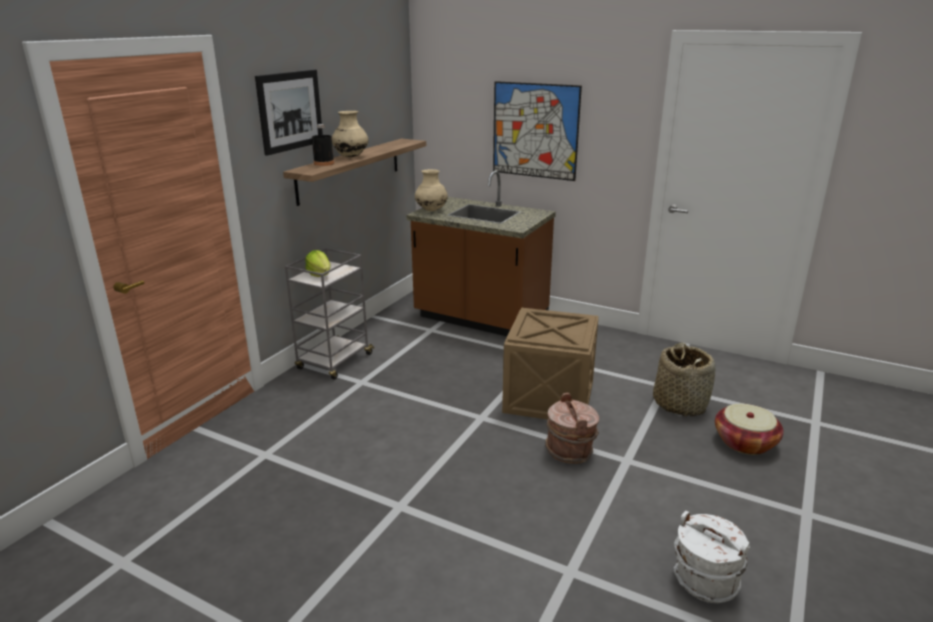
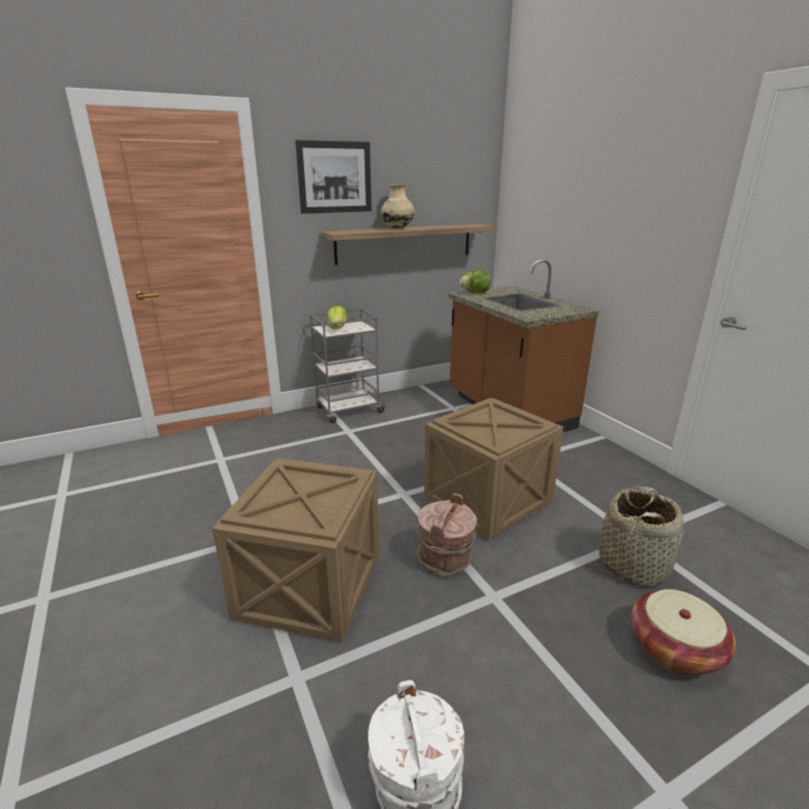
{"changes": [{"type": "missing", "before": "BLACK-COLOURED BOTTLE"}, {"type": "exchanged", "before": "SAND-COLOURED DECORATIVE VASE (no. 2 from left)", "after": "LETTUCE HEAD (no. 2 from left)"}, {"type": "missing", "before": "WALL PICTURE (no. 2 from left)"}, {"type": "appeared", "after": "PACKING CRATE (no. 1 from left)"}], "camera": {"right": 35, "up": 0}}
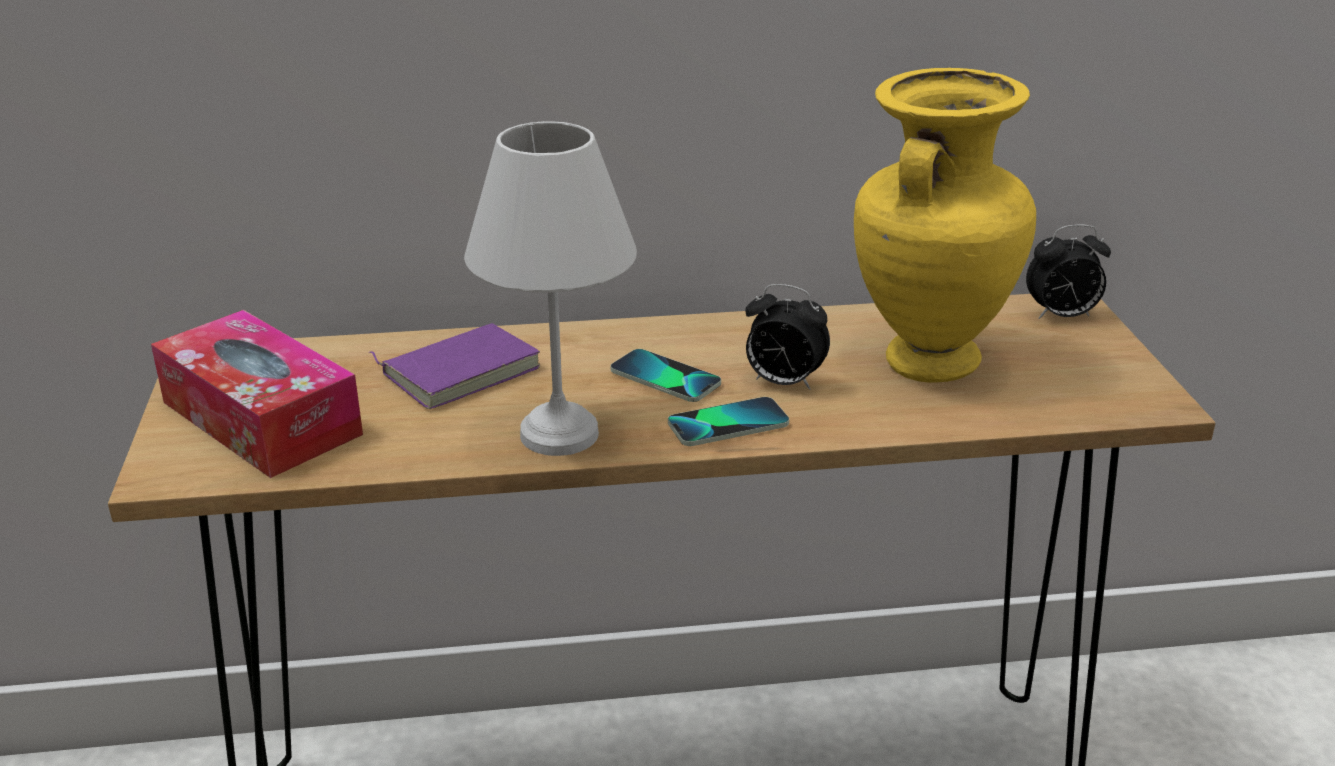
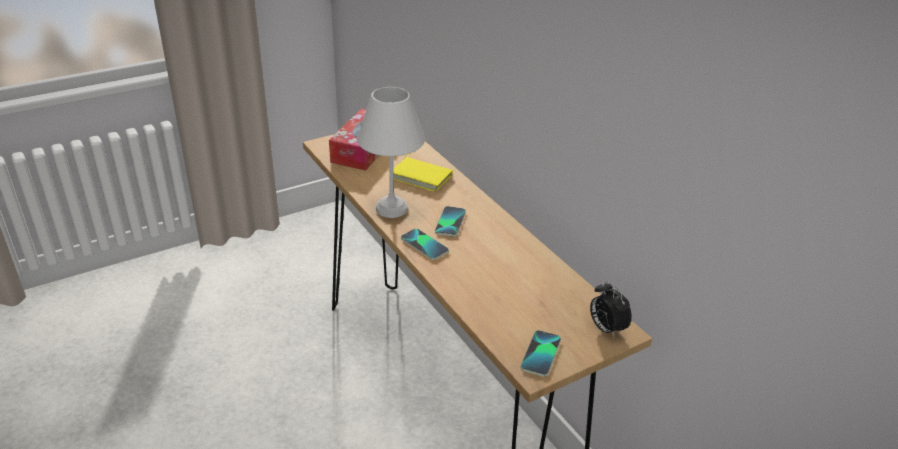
{"changes": [{"type": "colour", "before": "PURPLE-COLOURED BOOK", "after": "YELLOW BOOK"}, {"type": "missing", "before": "BEDSIDE CLOCK (no. 1 from left)"}, {"type": "missing", "before": "YELLOW DECORATIVE VASE"}, {"type": "appeared", "after": "HANDSET (no. 3 from left)"}], "camera": {"right": 65, "up": 5}}
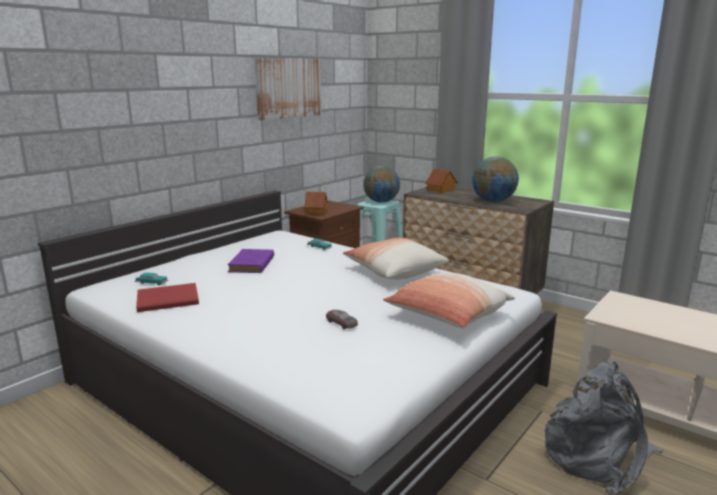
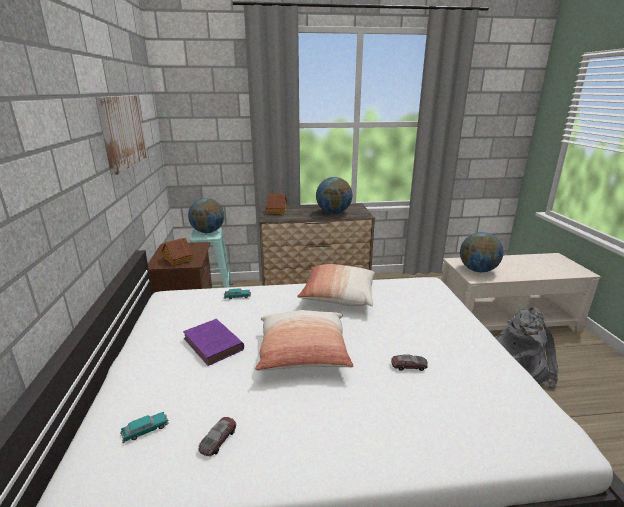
{"changes": [{"type": "exchanged", "before": "RED BOOK", "after": "TOY CAR (no. 2 from left)"}, {"type": "relocated", "before": "THROW PILLOW (no. 2 from left in the first image)", "after": "THROW PILLOW (no. 1 from left)"}, {"type": "appeared", "after": "WORLD GLOBE (no. 3 from left)"}], "camera": {"right": -45, "up": 5}}
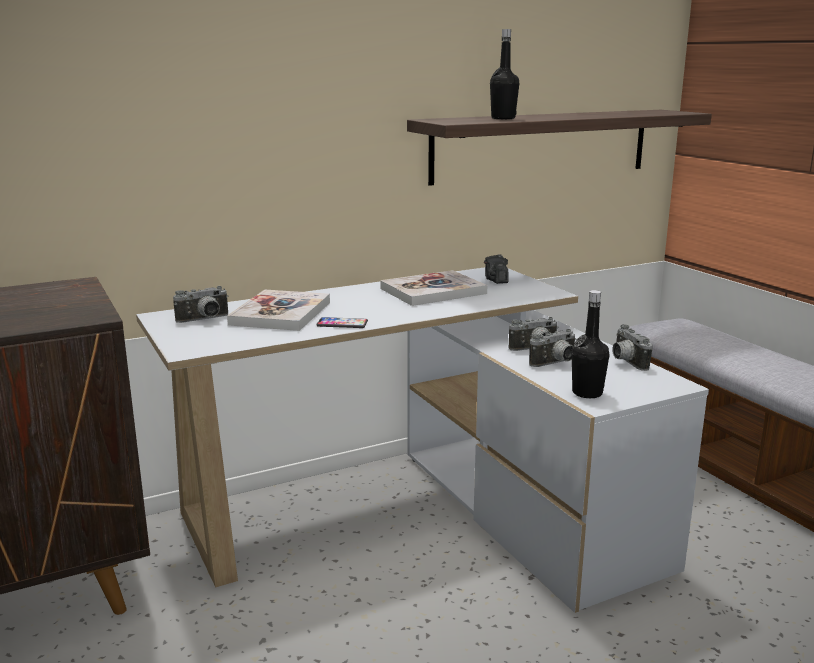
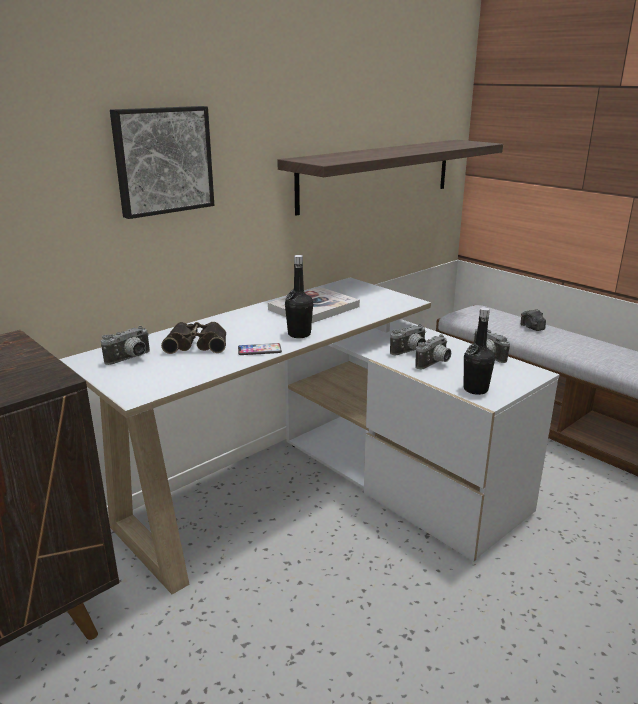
{"changes": [{"type": "exchanged", "before": "BOOK (no. 1 from left)", "after": "PAIR OF BINOCULARS"}, {"type": "relocated", "before": "STILL CAMERA (no. 2 from left in the first image)", "after": "STILL CAMERA (no. 5 from left)"}, {"type": "relocated", "before": "BLACK-COLOURED BOTTLE (no. 1 from left)"}, {"type": "appeared", "after": "WALL PICTURE"}], "camera": {"right": -15, "up": 5}}
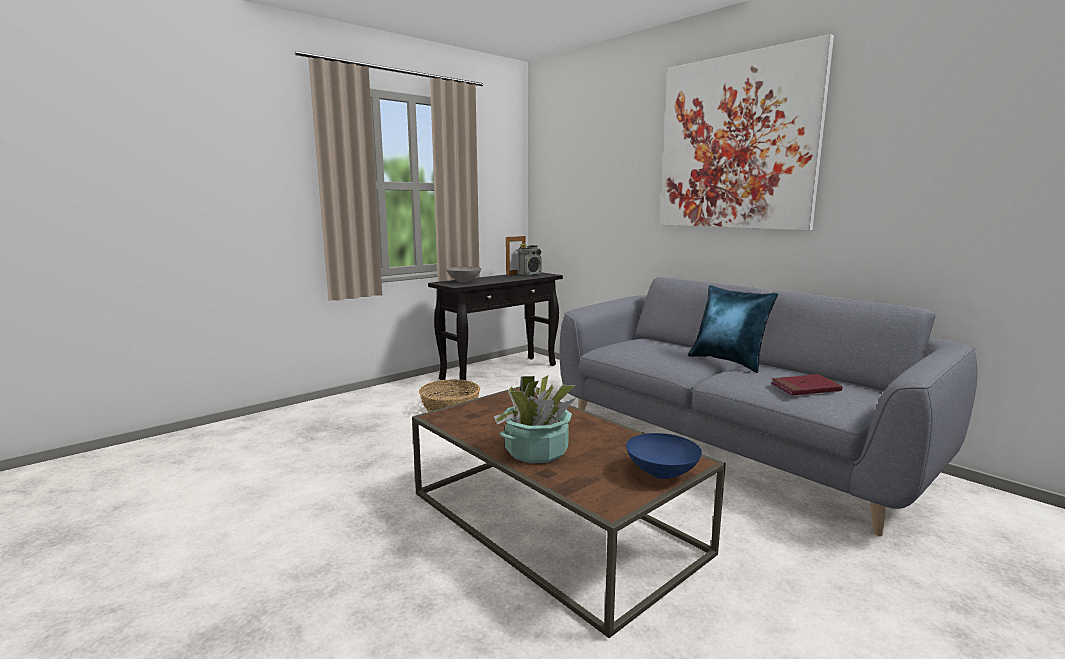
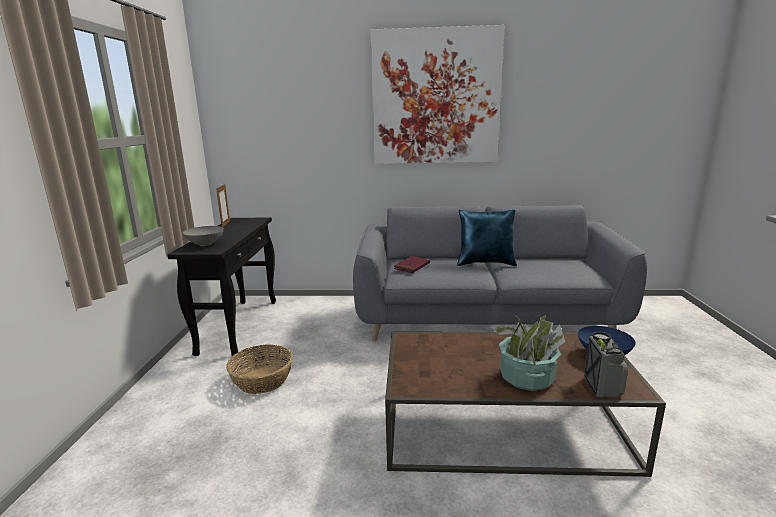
{"changes": [{"type": "relocated", "before": "RADIO"}, {"type": "relocated", "before": "RED BOOK"}], "camera": {"right": -45, "up": 5}}
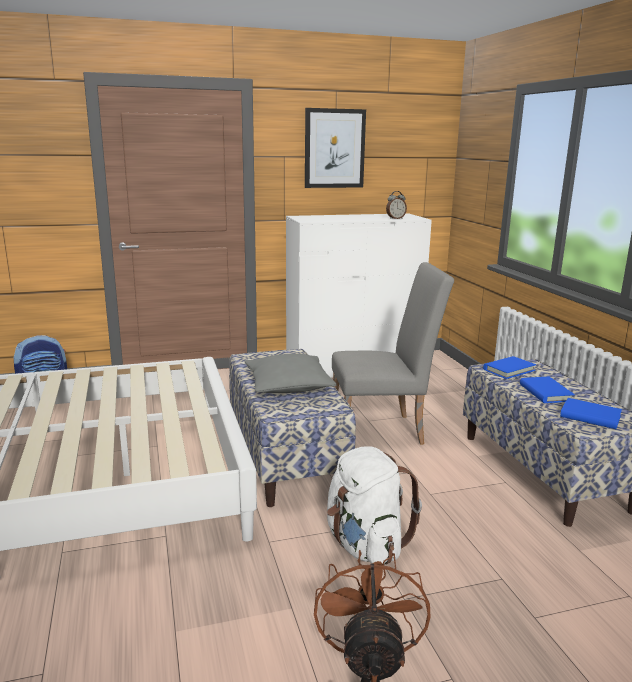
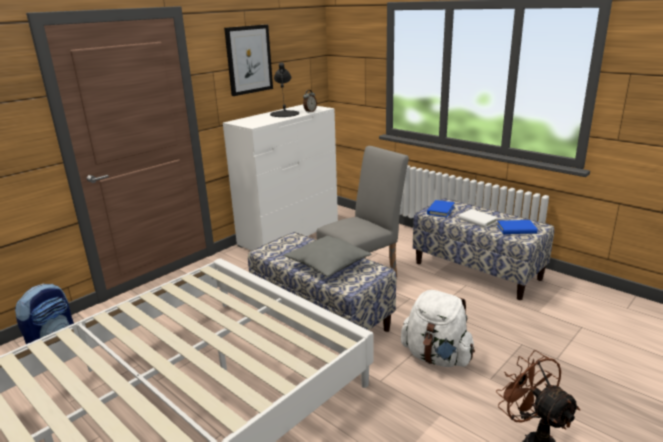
{"changes": [{"type": "colour", "before": "BLUISH BOOK (no. 2 from left)", "after": "WHITISH BOOK"}, {"type": "appeared", "after": "BLACK-COLOURED TABLETOP LAMP"}], "camera": {"right": -30, "up": 5}}
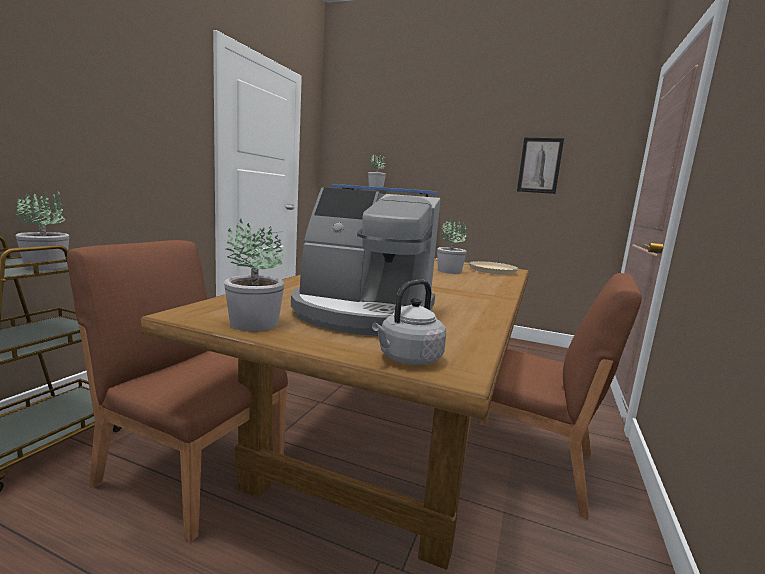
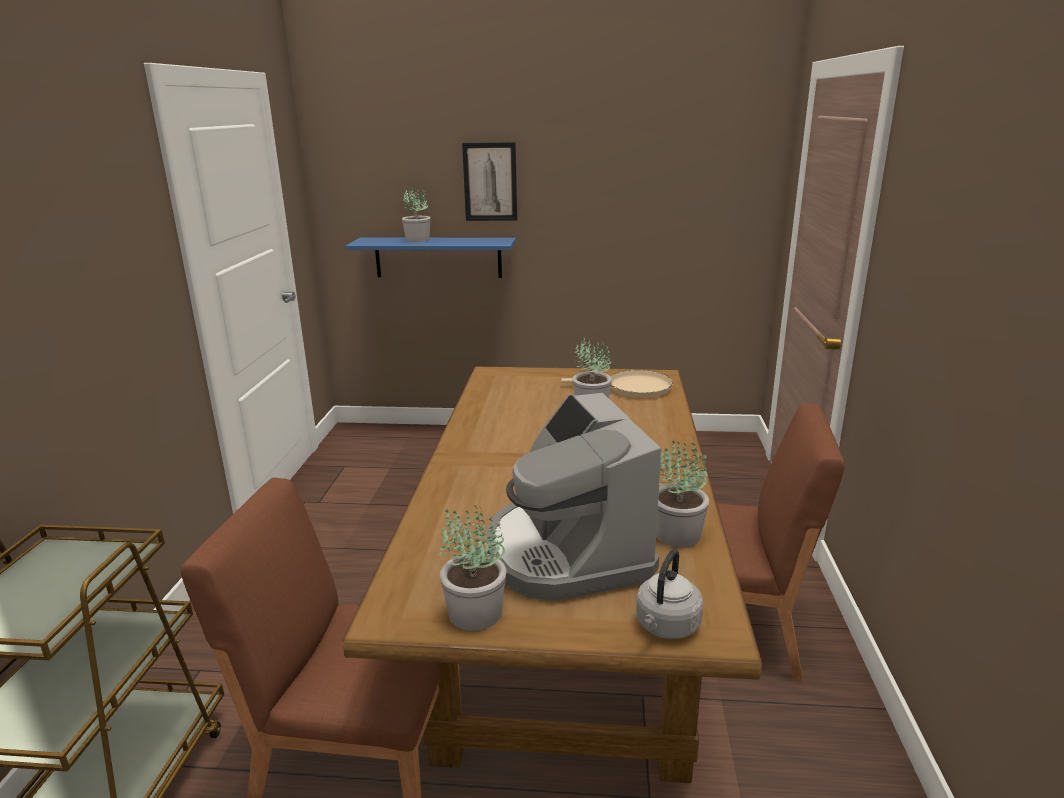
{"changes": [{"type": "relocated", "before": "PLANT IN A POT (no. 1 from left in the first image)", "after": "PLANT IN A POT (no. 4 from left)"}, {"type": "spun", "before": "COFFEE MACHINE", "turn": 75}, {"type": "relocated", "before": "WALL PICTURE"}], "camera": {"right": -15, "up": 10}}
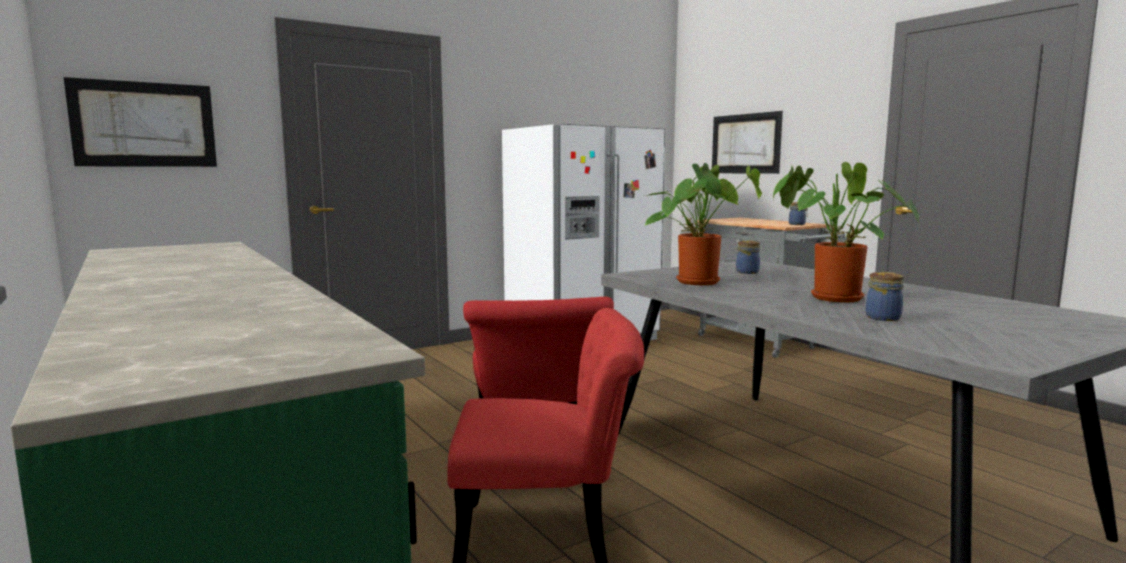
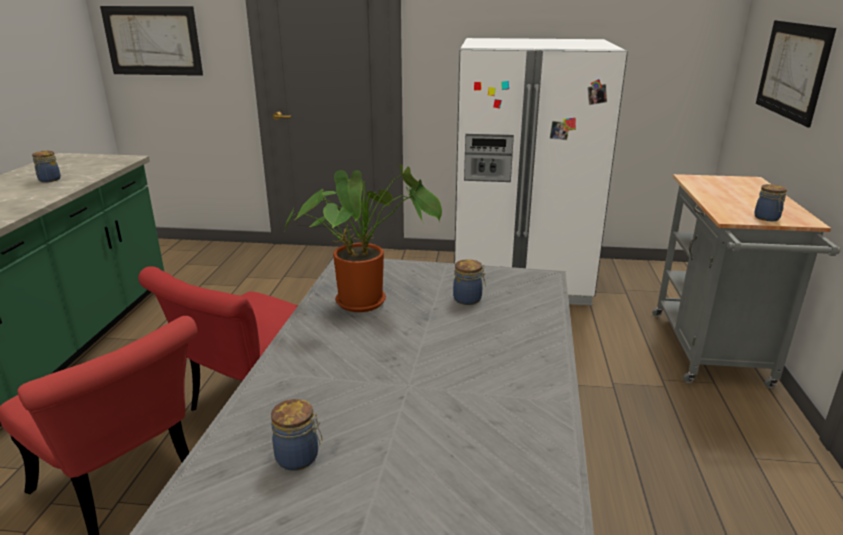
{"changes": [{"type": "missing", "before": "PLANT IN A POT (no. 2 from left)"}, {"type": "appeared", "after": "PRESERVE JAR (no. 1 from left)"}], "camera": {"right": 40, "up": 15}}
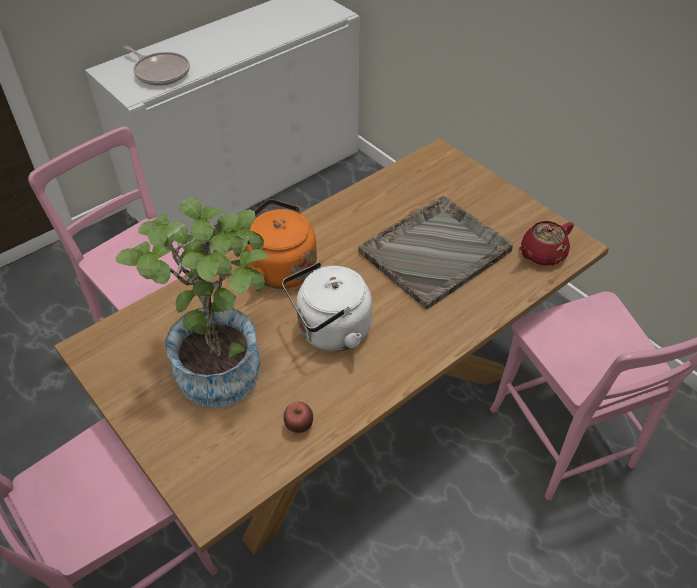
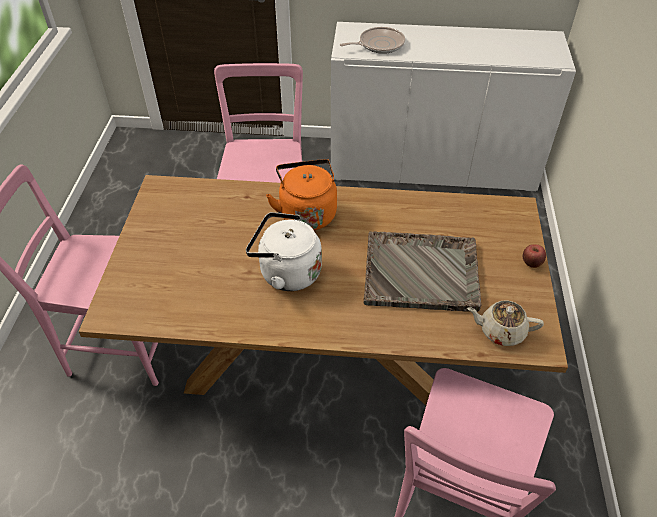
{"changes": [{"type": "missing", "before": "PLANT IN A POT"}, {"type": "spun", "before": "SKILLET", "turn": -105}, {"type": "relocated", "before": "WHOLE APPLE"}, {"type": "colour", "before": "RED TEAPOT", "after": "SAND-COLOURED TEAPOT"}], "camera": {"right": 45, "up": 0}}
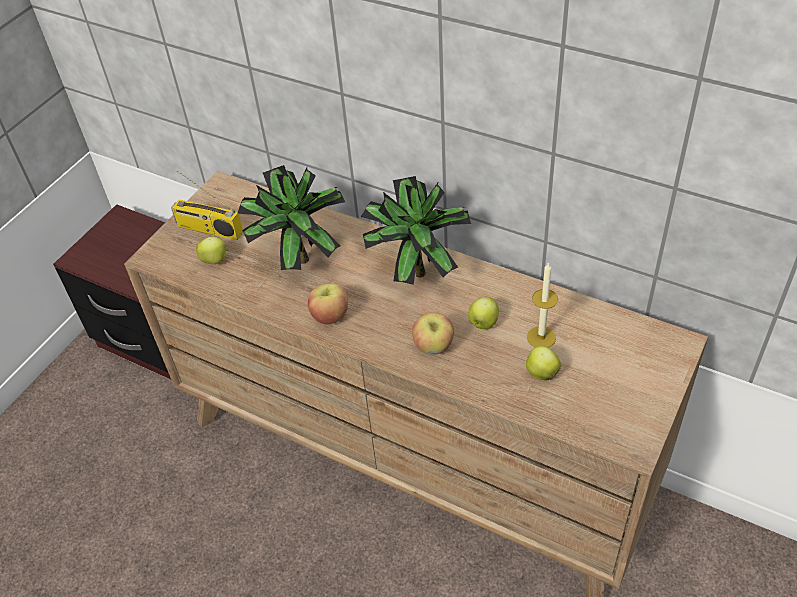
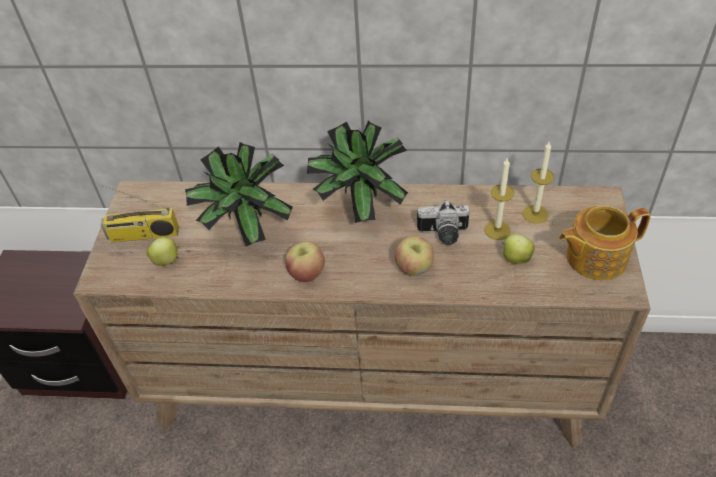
{"changes": [{"type": "exchanged", "before": "WHOLE APPLE (no. 4 from left)", "after": "STILL CAMERA"}, {"type": "appeared", "after": "WAX CANDLE (no. 2 from left)"}, {"type": "appeared", "after": "TEAPOT"}], "camera": {"right": -25, "up": 0}}
